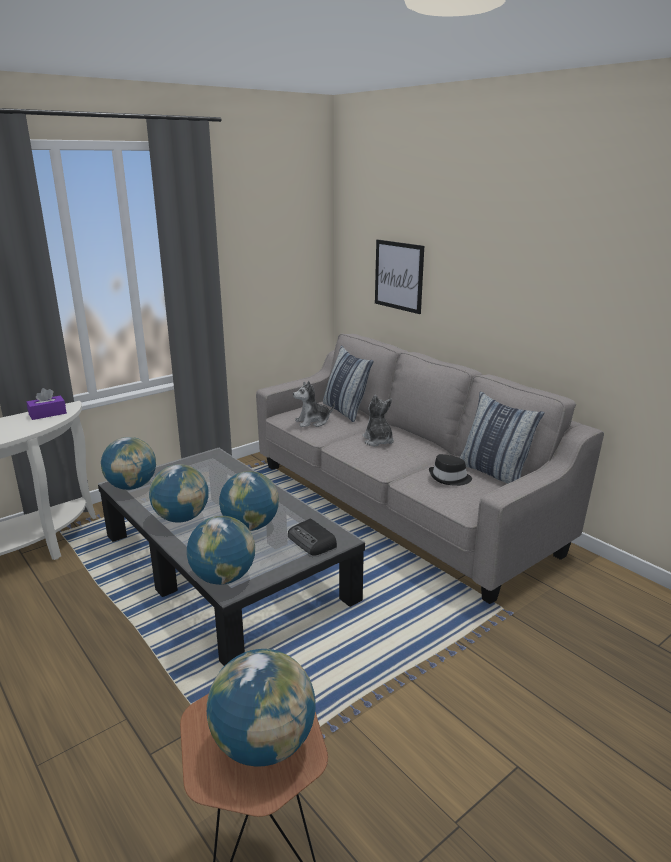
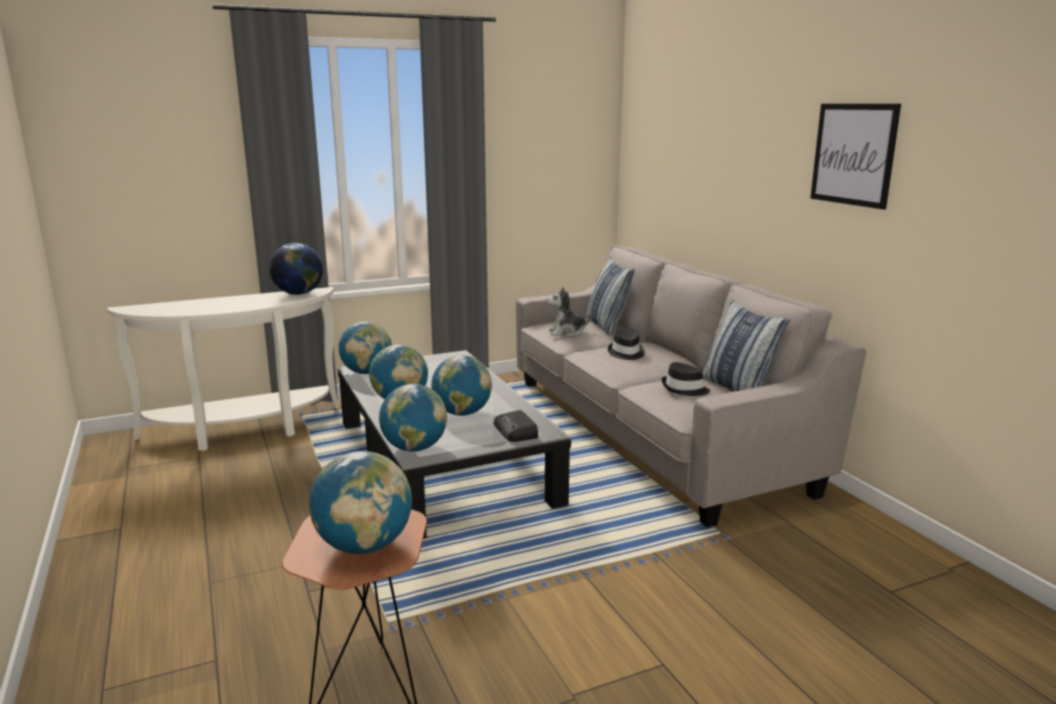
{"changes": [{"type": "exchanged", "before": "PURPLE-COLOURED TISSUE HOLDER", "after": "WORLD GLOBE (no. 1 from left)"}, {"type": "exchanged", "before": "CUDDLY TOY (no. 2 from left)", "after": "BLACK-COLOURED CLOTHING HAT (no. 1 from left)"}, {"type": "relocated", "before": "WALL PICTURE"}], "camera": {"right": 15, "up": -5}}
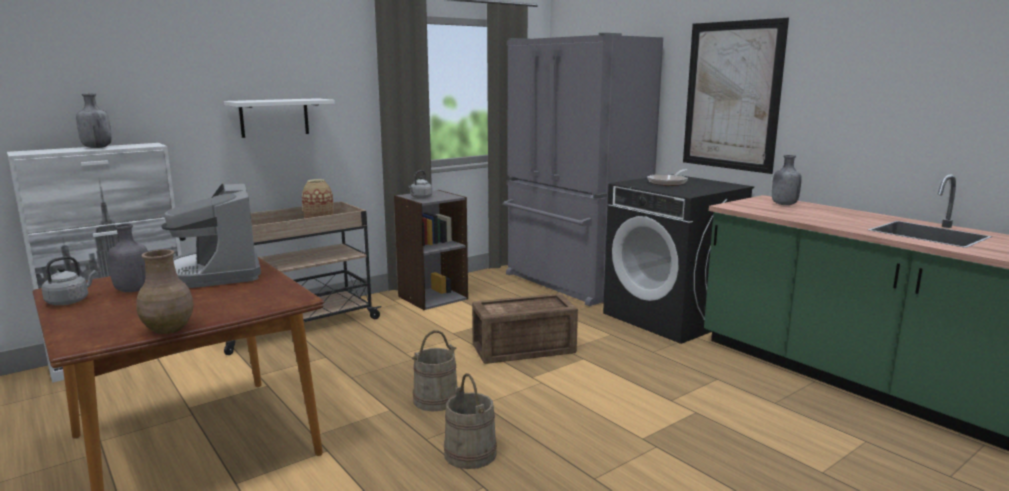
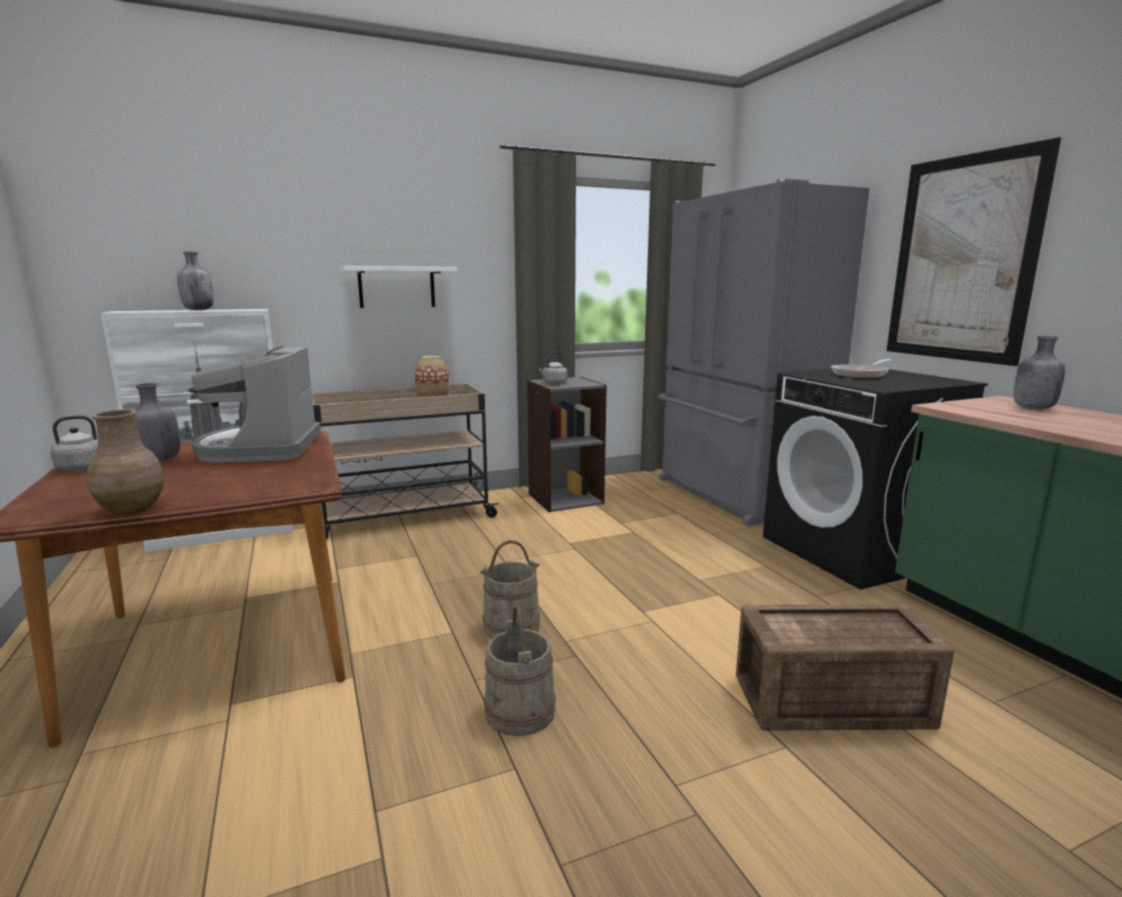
{"changes": [{"type": "relocated", "before": "PACKING CRATE"}], "camera": {"right": 15, "up": 0}}
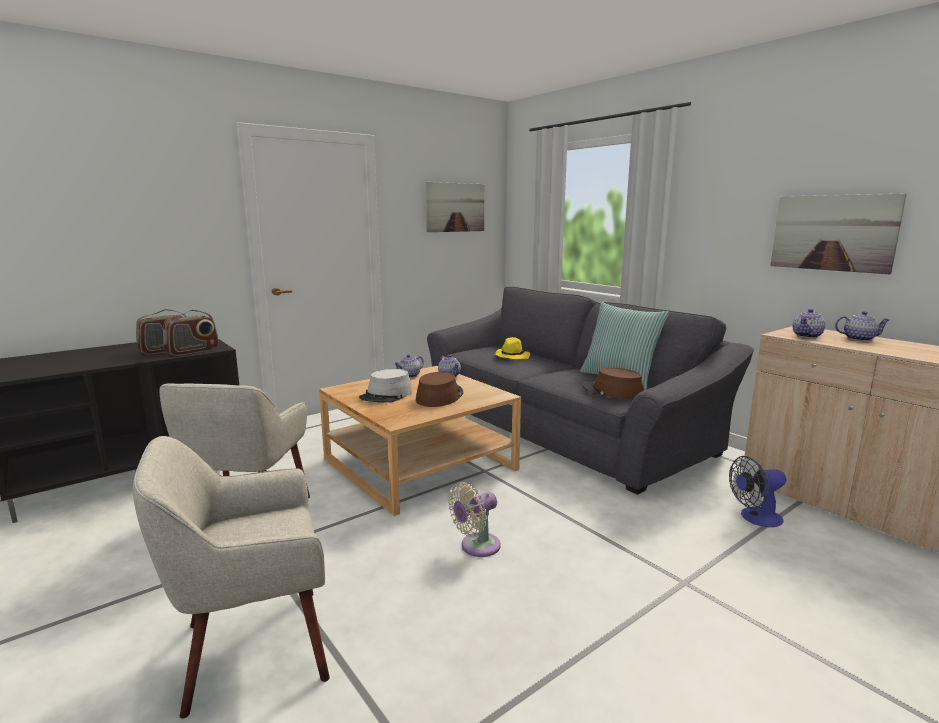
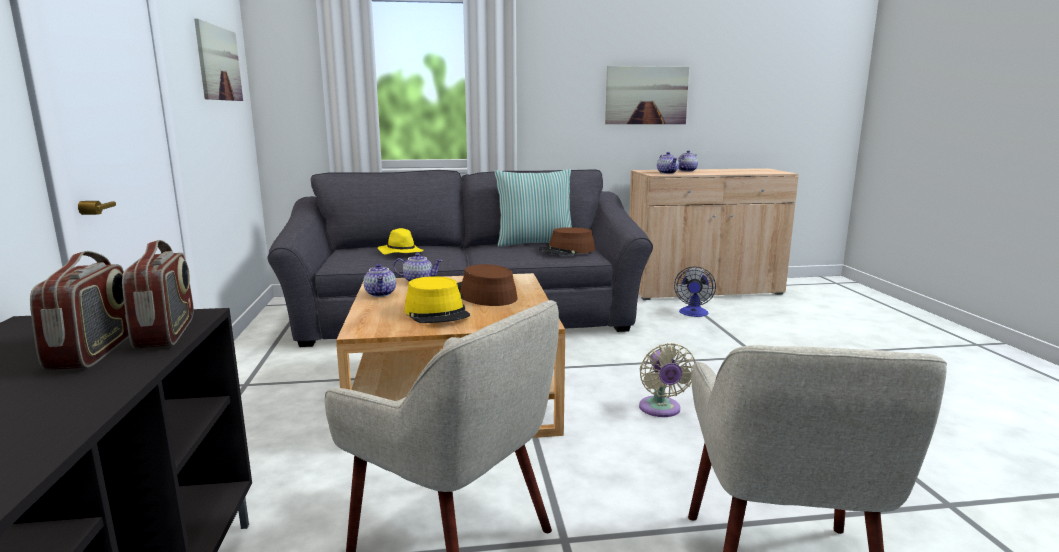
{"changes": [{"type": "colour", "before": "GREYISH CLOTHING HAT", "after": "YELLOW CLOTHING HAT (no. 2 from left)"}], "camera": {"right": -60, "up": 0}}
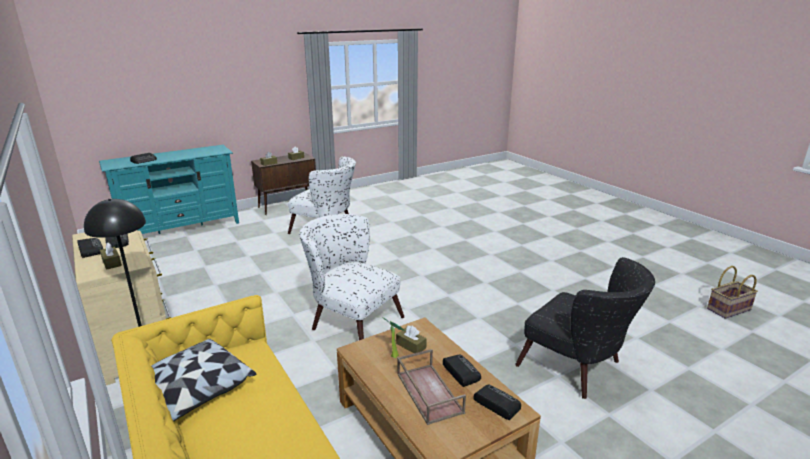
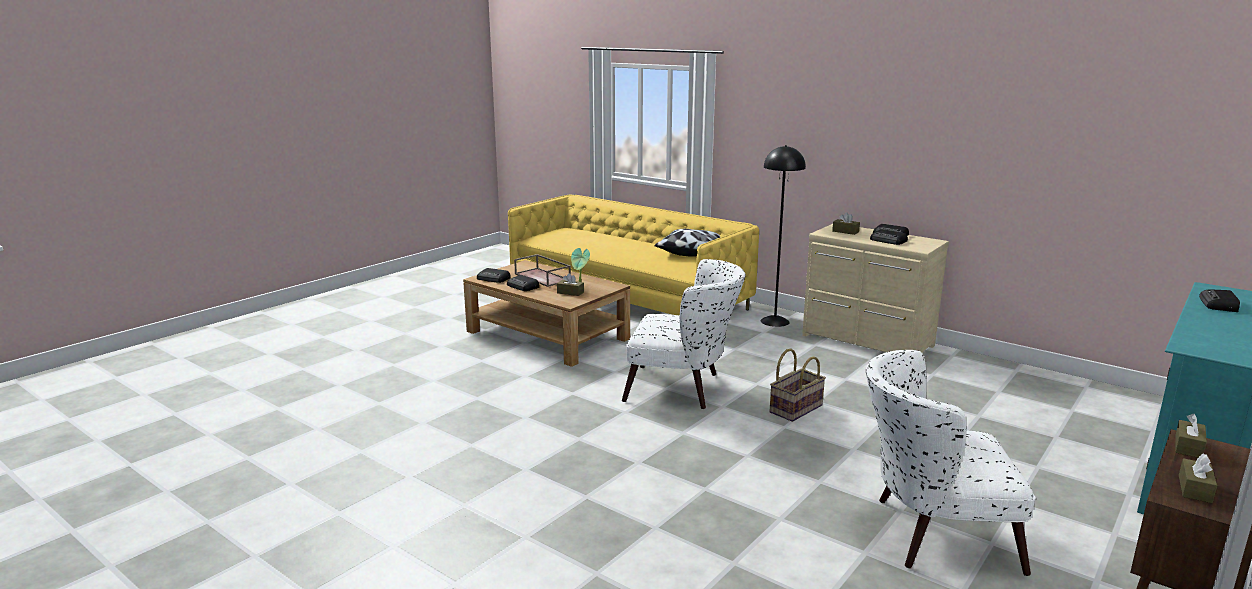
{"changes": [{"type": "missing", "before": "BLACK-COLOURED LOUNGE CHAIR"}, {"type": "relocated", "before": "HOUSEHOLD BASKET"}], "camera": {"right": 160, "up": -5}}
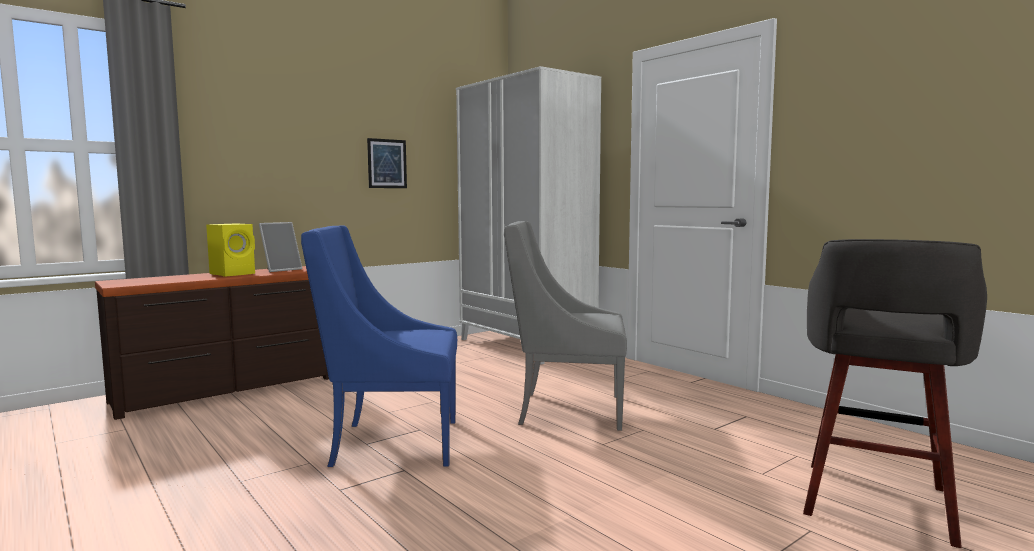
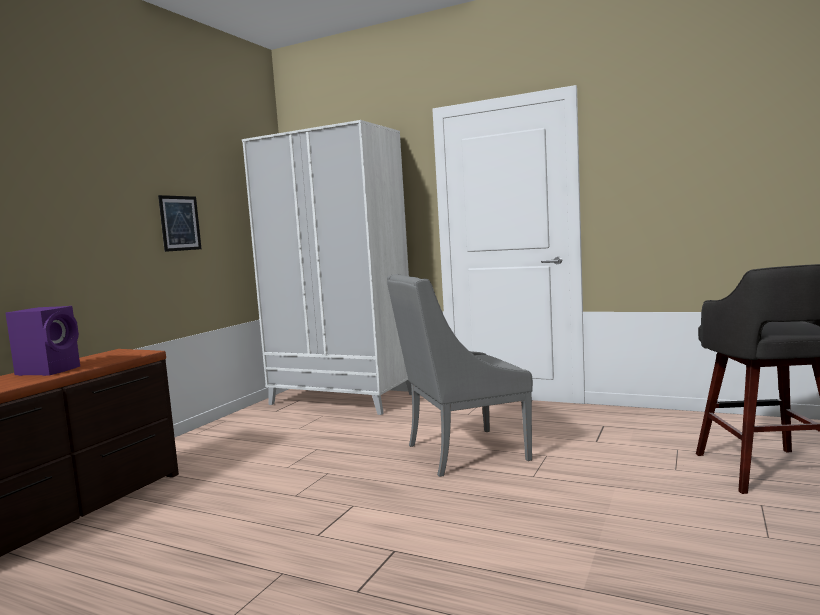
{"changes": [{"type": "colour", "before": "YELLOW LOUDSPEAKER", "after": "PURPLE-COLOURED LOUDSPEAKER"}, {"type": "missing", "before": "PICTURE FRAME"}, {"type": "missing", "before": "BLUISH LOUNGE CHAIR"}], "camera": {"right": -25, "up": 0}}
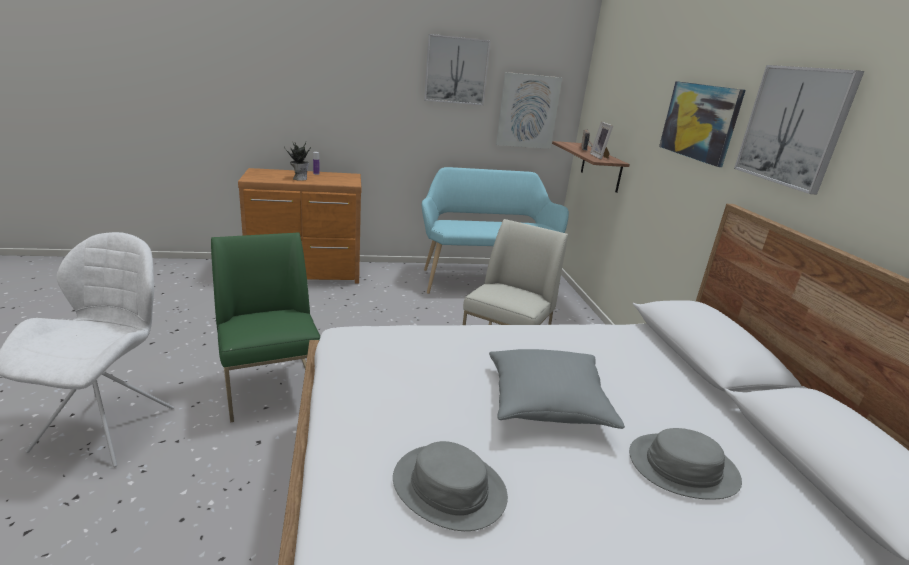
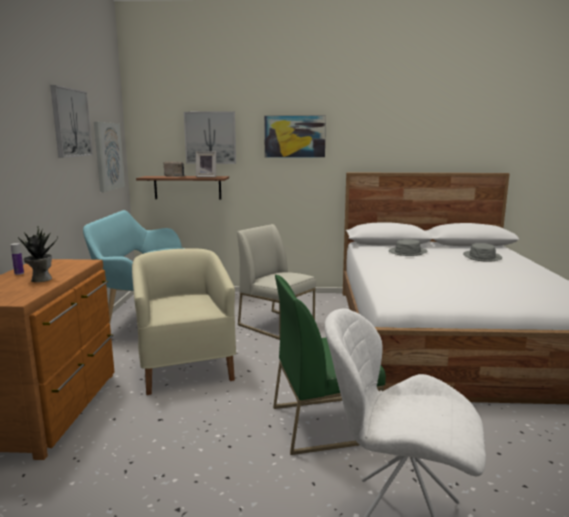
{"changes": [{"type": "relocated", "before": "GREYISH CLOTHING HAT (no. 1 from left)"}, {"type": "missing", "before": "GREYISH THROW PILLOW"}, {"type": "relocated", "before": "WALL PICTURE (no. 4 from left in the first image)", "after": "WALL PICTURE (no. 3 from left)"}, {"type": "appeared", "after": "SAND-COLOURED LOUNGE CHAIR"}], "camera": {"right": -75, "up": -10}}
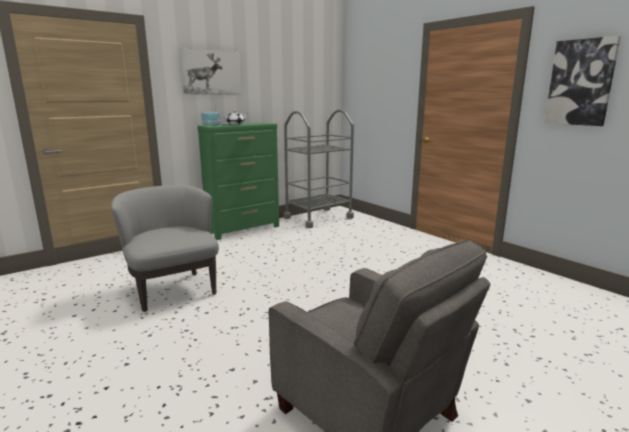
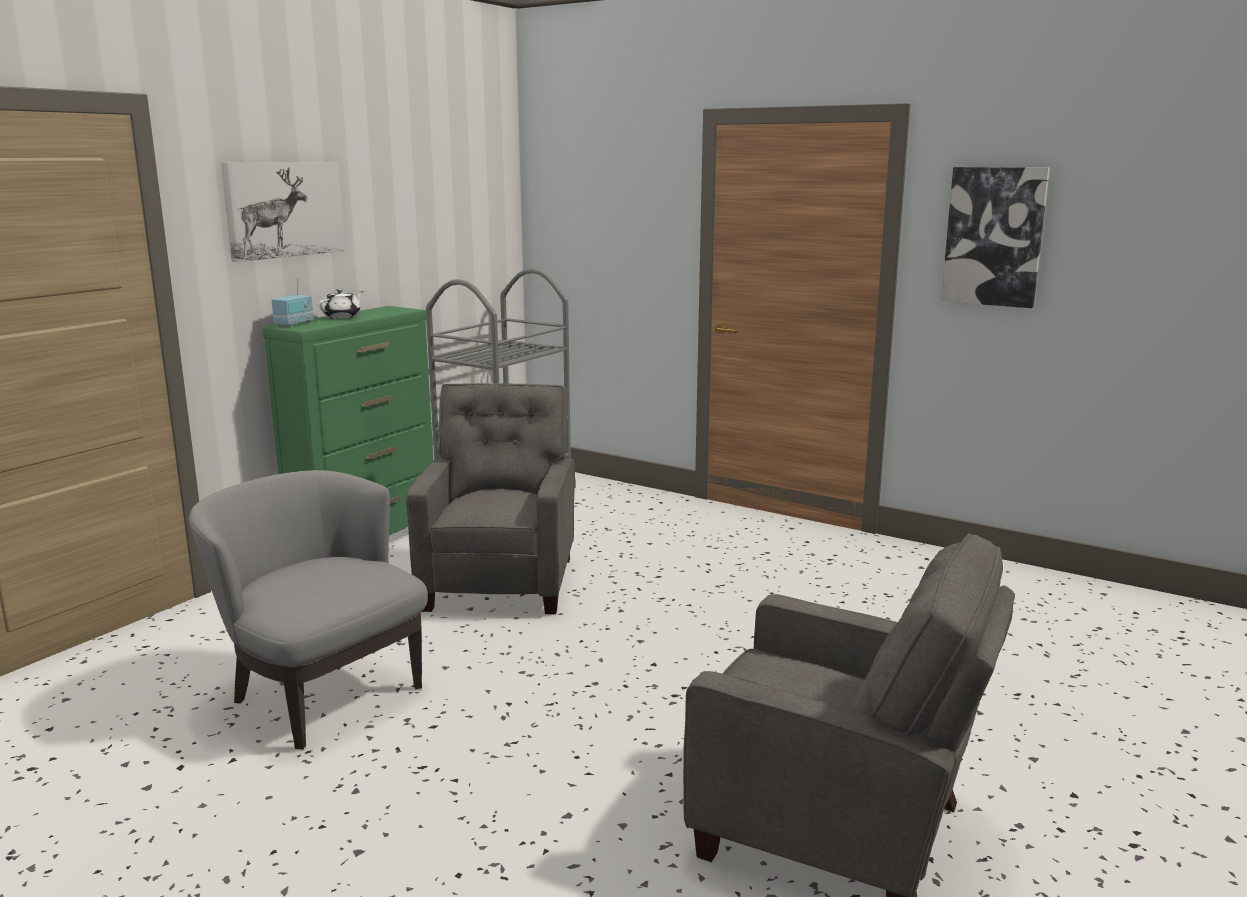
{"changes": [{"type": "appeared", "after": "GREYISH LOUNGE CHAIR (no. 2 from left)"}], "camera": {"right": -20, "up": 0}}
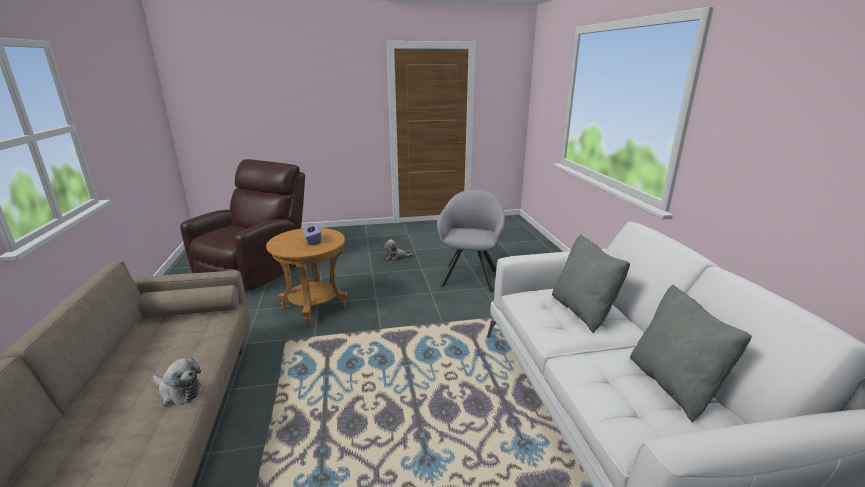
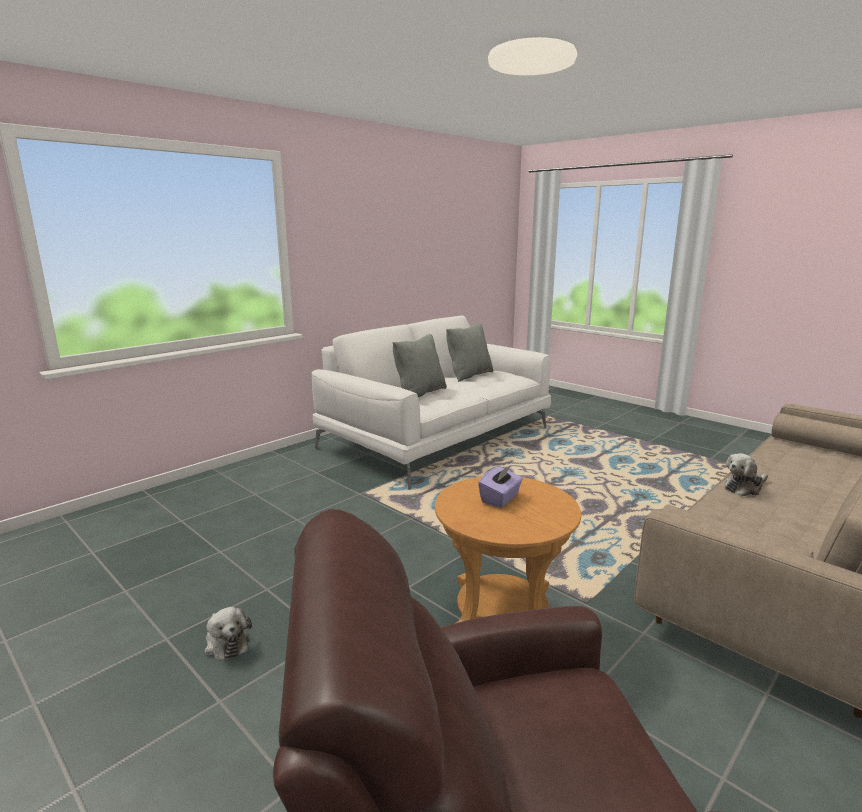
{"changes": [{"type": "spun", "before": "CUDDLY TOY (no. 1 from left in the first image)", "turn": -105}, {"type": "missing", "before": "GREYISH LOUNGE CHAIR"}], "camera": {"right": -125, "up": -5}}
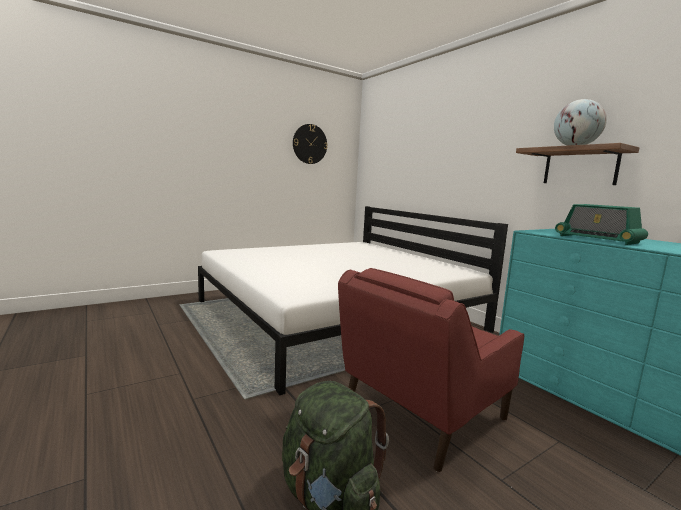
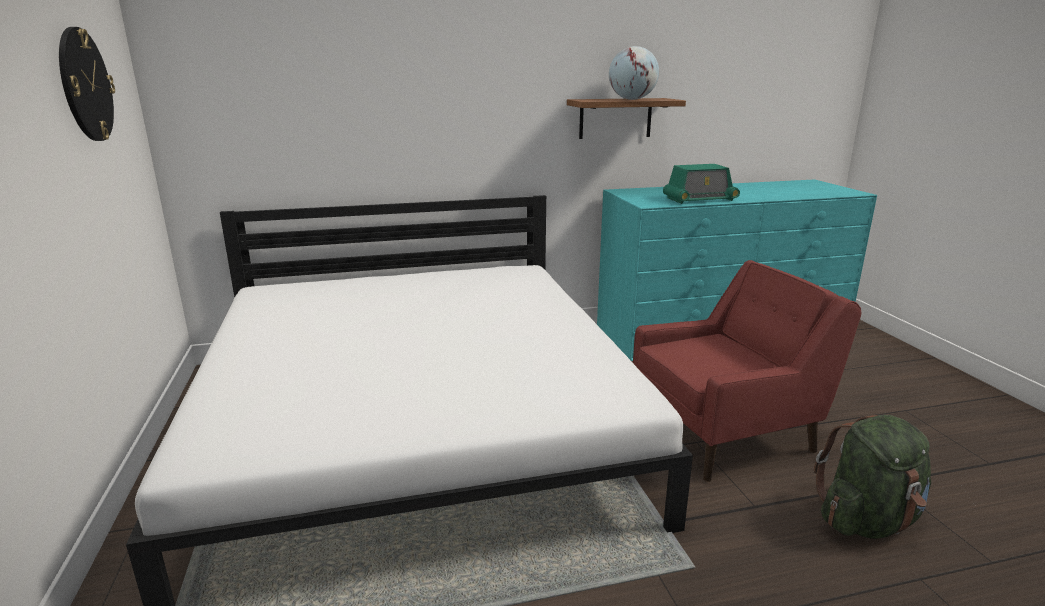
{"changes": [{"type": "spun", "before": "RED LOUNGE CHAIR", "turn": -90}], "camera": {"right": -70, "up": 10}}
